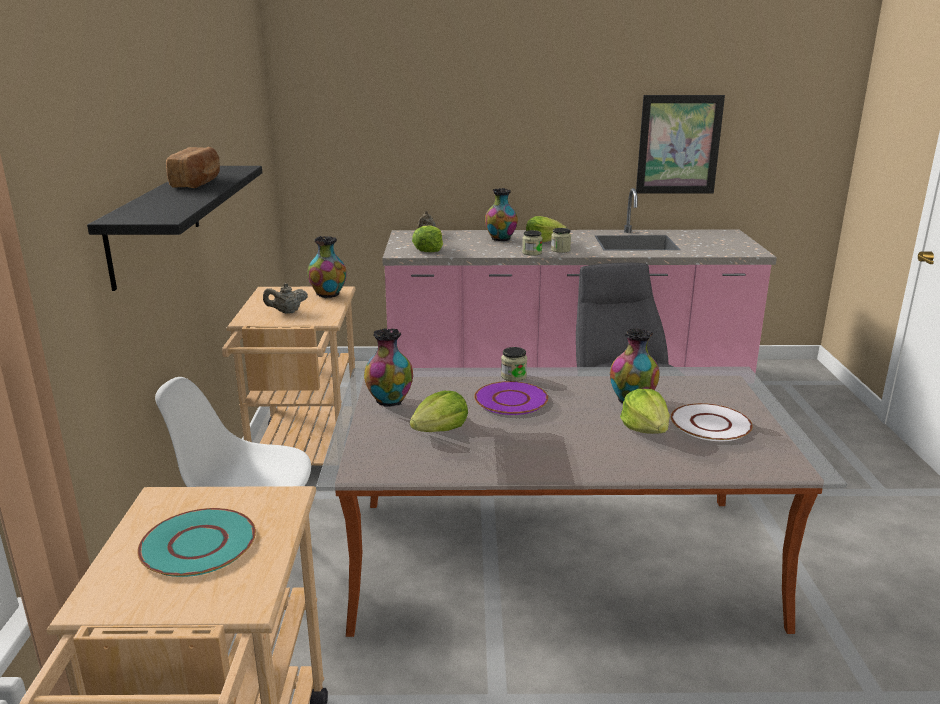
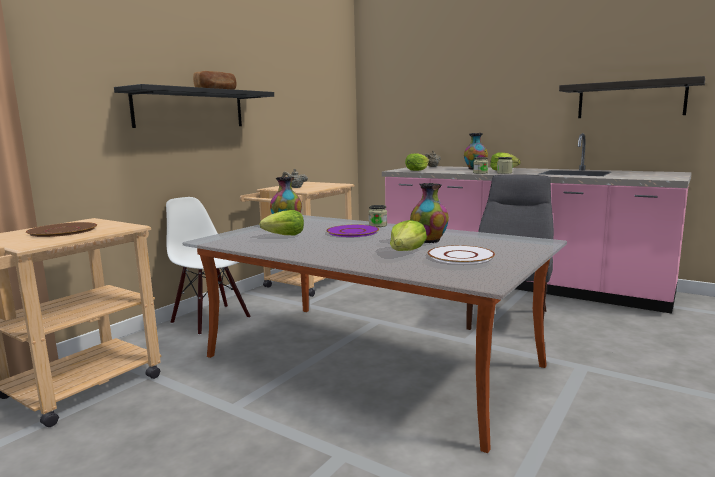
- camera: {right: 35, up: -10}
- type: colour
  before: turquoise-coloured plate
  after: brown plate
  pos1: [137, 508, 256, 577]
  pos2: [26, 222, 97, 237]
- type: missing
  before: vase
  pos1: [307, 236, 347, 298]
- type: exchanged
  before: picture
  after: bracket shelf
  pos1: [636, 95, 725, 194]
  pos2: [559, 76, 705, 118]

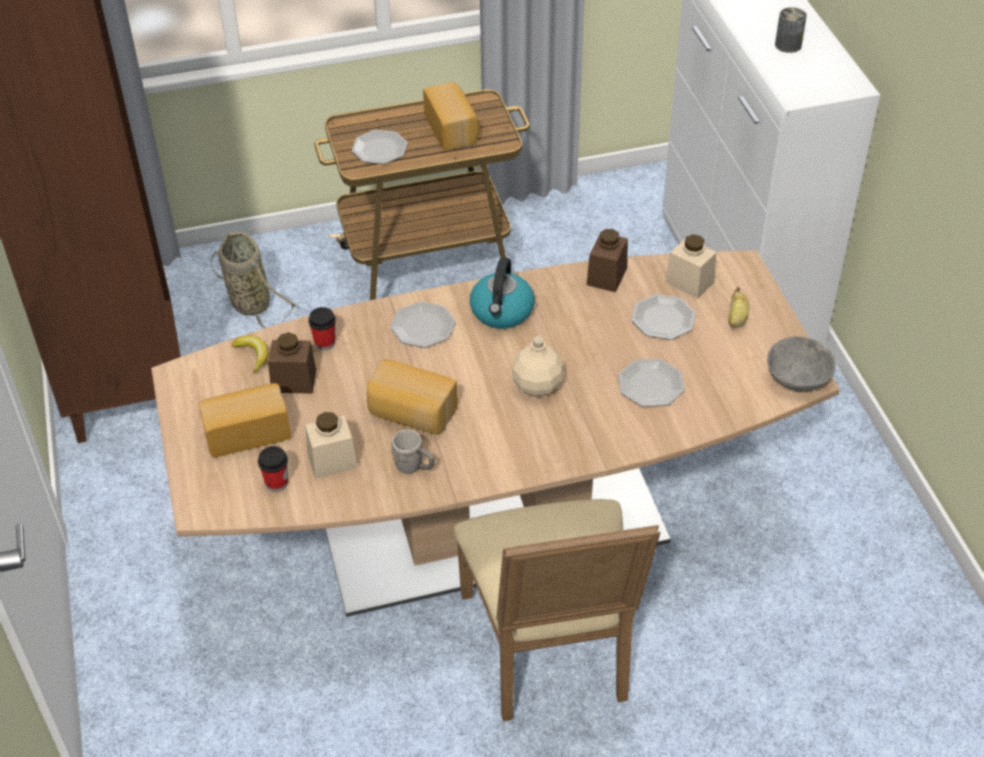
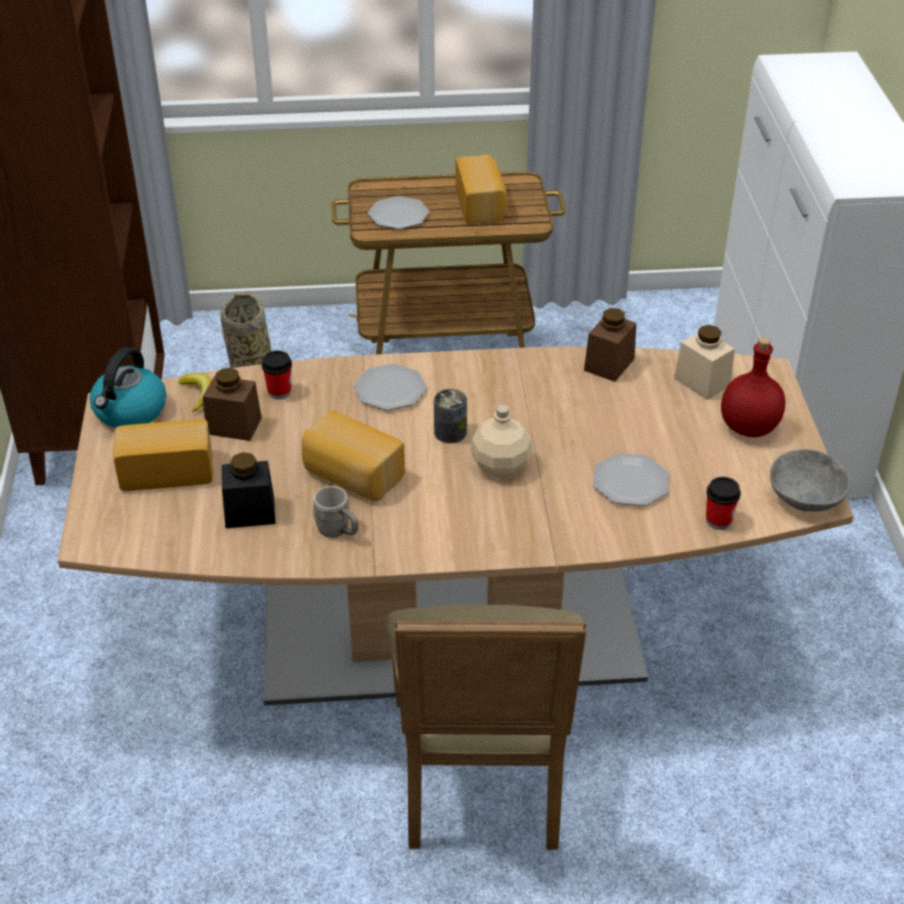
- camera: {right: 10, up: -5}
- type: relocated
  before: cup
  pos1: [258, 446, 288, 492]
  pos2: [706, 477, 741, 530]
- type: colour
  before: beige preserve jar
  after: blackish preserve jar
  pos1: [305, 412, 358, 479]
  pos2: [222, 452, 276, 528]
- type: relocated
  before: water kettle
  pos1: [470, 257, 535, 329]
  pos2: [90, 347, 166, 428]
- type: missing
  before: plate
  pos1: [631, 294, 696, 340]
- type: exchanged
  before: banana
  after: red beverage bottle
  pos1: [728, 287, 749, 328]
  pos2: [721, 337, 785, 437]
- type: relocated
  before: sealed can
  pos1: [775, 7, 807, 53]
  pos2: [434, 389, 467, 443]

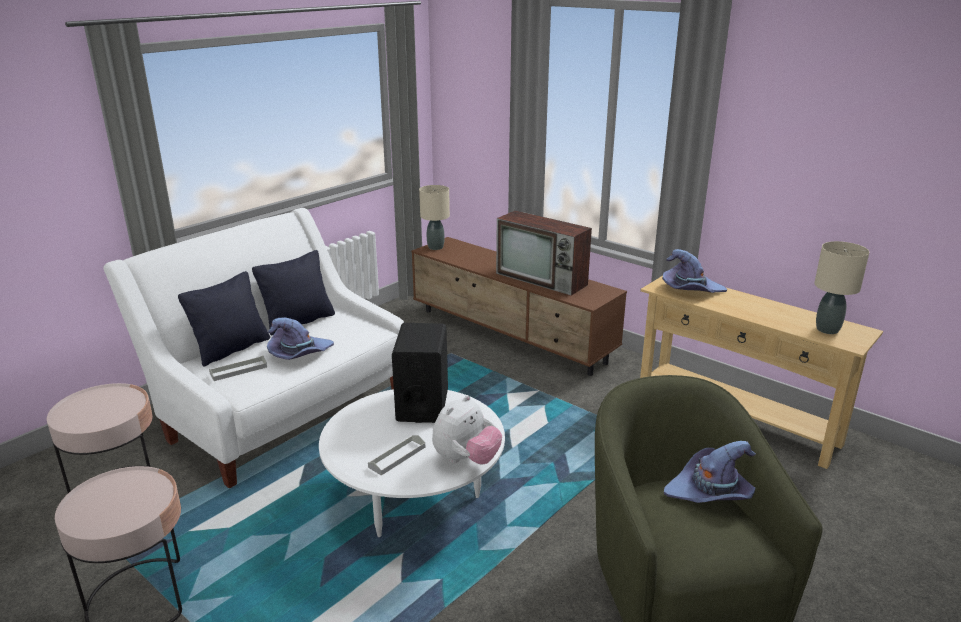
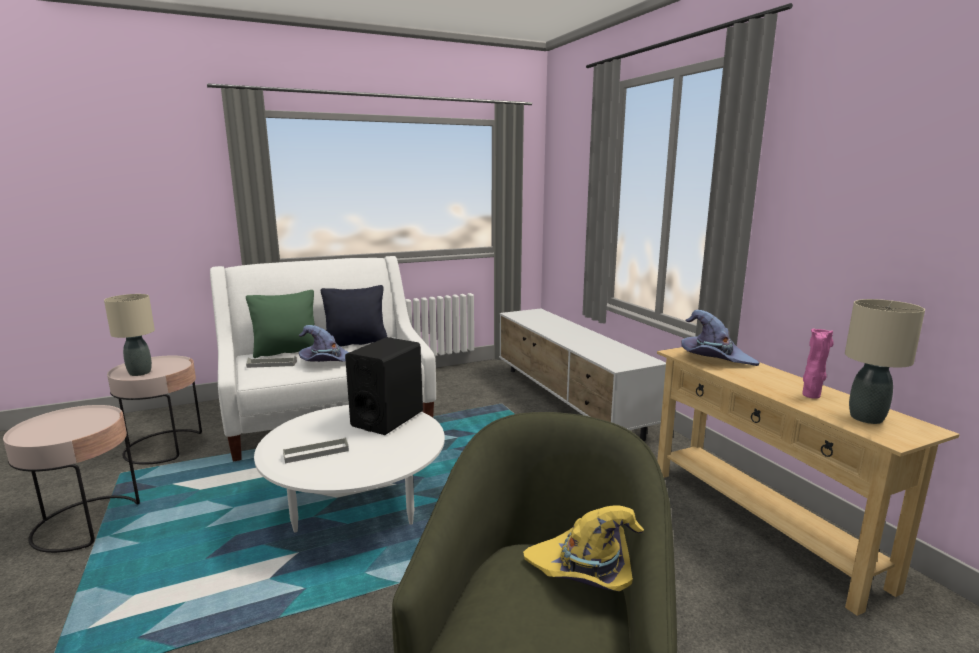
- camera: {right: 25, up: -10}
- type: colour
  before: blackish cushion
  after: green cushion
  pos1: [178, 271, 270, 367]
  pos2: [246, 290, 315, 358]
- type: colour
  before: brown tv unit
  after: whitish tv unit
  pos1: [411, 237, 627, 376]
  pos2: [499, 309, 666, 441]
- type: relocated
  before: beige tabletop lamp
  pos1: [419, 185, 450, 250]
  pos2: [104, 294, 155, 376]
- type: missing
  before: plush toy
  pos1: [432, 395, 502, 464]
- type: missing
  before: television
  pos1: [496, 210, 592, 296]
- type: colour
  before: purple-coloured wearable hat
  after: yellow wearable hat
  pos1: [664, 441, 756, 503]
  pos2: [523, 506, 644, 591]
- type: appeared
  after: pink-coloured vase
  pos2: [802, 329, 834, 399]

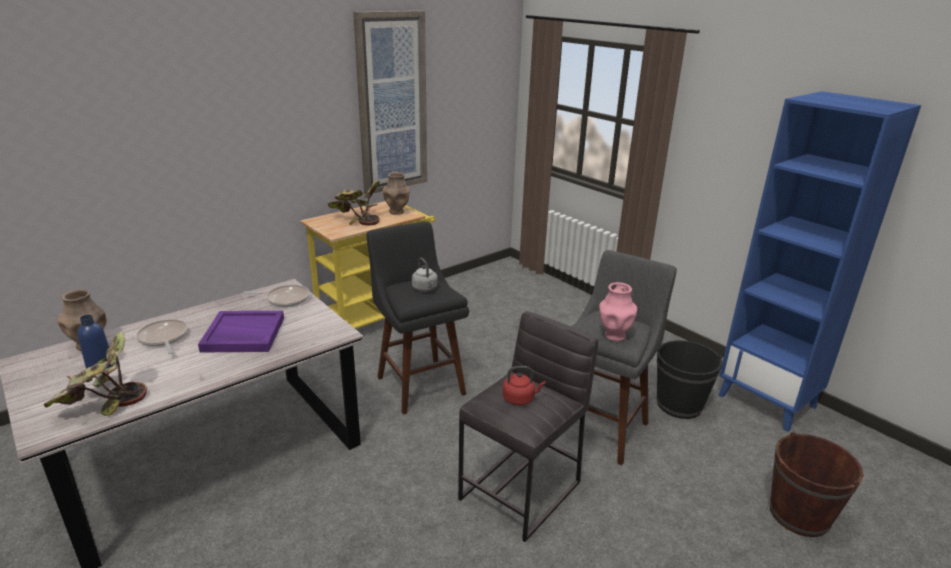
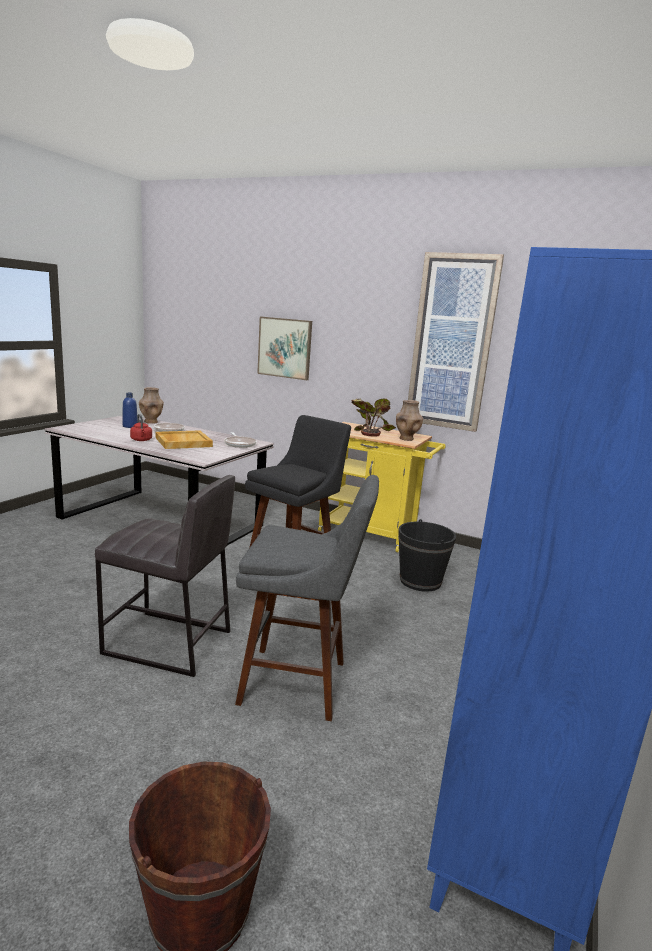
- camera: {right: 65, up: -10}
- type: missing
  before: houseplant
  pos1: [44, 331, 147, 416]
- type: colour
  before: purple-coloured tray
  after: beige tray
  pos1: [198, 311, 284, 353]
  pos2: [156, 430, 213, 449]
- type: missing
  before: gray water kettle
  pos1: [412, 258, 437, 291]
- type: relocated
  before: red water kettle
  pos1: [502, 366, 546, 405]
  pos2: [130, 414, 152, 441]
- type: missing
  before: pink-coloured vase
  pos1: [599, 282, 637, 341]
- type: relocated
  before: blackish bucket
  pos1: [657, 340, 722, 419]
  pos2: [398, 519, 456, 592]
- type: appeared
  after: picture
  pos2: [257, 317, 312, 380]

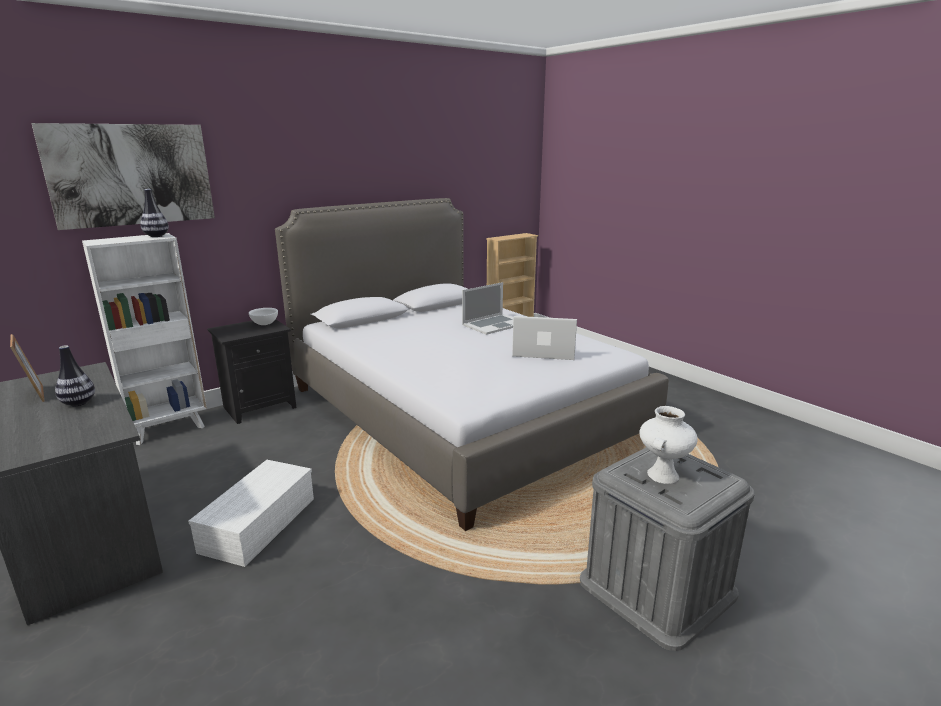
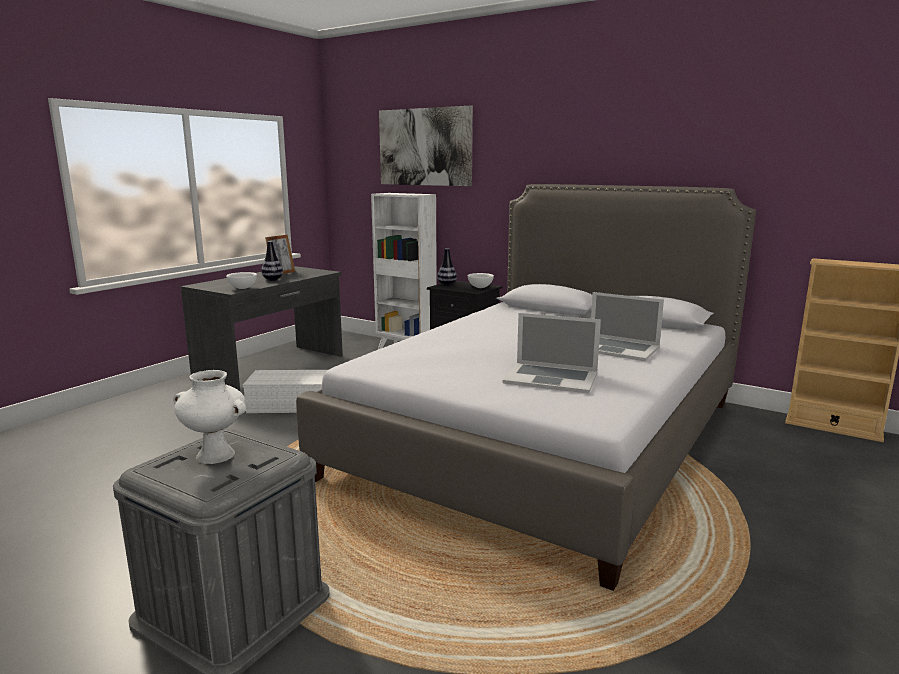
- camera: {right: 70, up: -5}
- type: relocated
  before: vase
  pos1: [140, 189, 169, 237]
  pos2: [437, 248, 457, 286]
- type: spun
  before: laptop
  pos1: [512, 316, 577, 360]
  pos2: [502, 313, 601, 394]
  turn: 120
- type: appeared
  after: whitish serving bowl
  pos2: [226, 272, 257, 289]

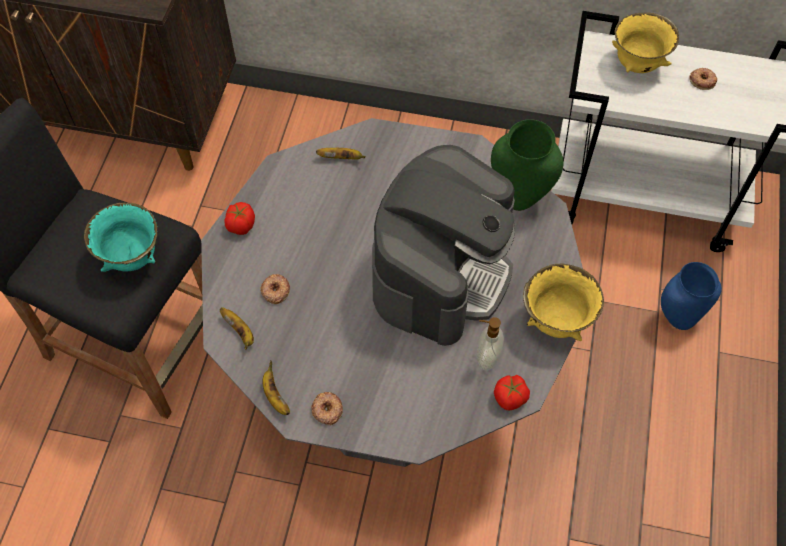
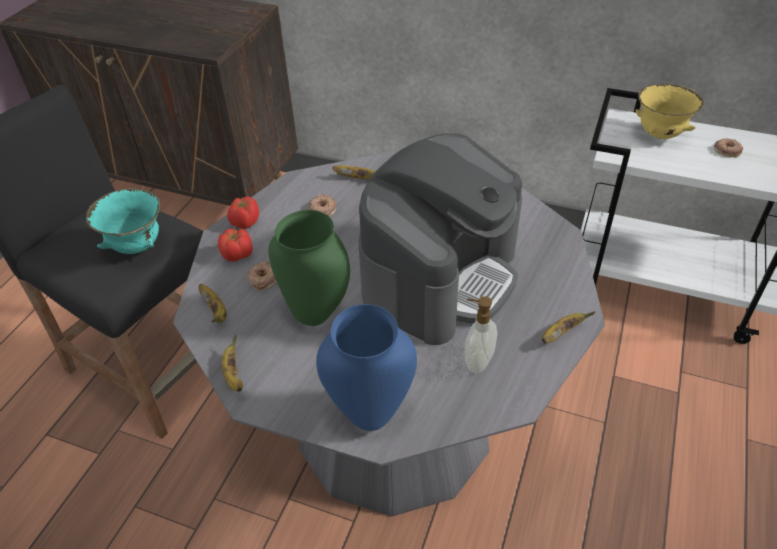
- camera: {right: 10, up: -15}
- type: relocated
  before: doughnut
  pos1: [311, 392, 343, 425]
  pos2: [308, 194, 336, 217]
- type: relocated
  before: green vase
  pos1: [491, 119, 564, 211]
  pos2: [268, 210, 350, 326]
- type: relocated
  before: fresh tomato
  pos1: [494, 375, 530, 410]
  pos2: [218, 228, 253, 262]
- type: exchanged
  before: yellow serving bowl
  after: banana
  pos1: [523, 264, 604, 341]
  pos2: [542, 311, 595, 343]
- type: relocated
  before: blue-coloured vase
  pos1: [661, 262, 722, 330]
  pos2: [316, 304, 417, 431]

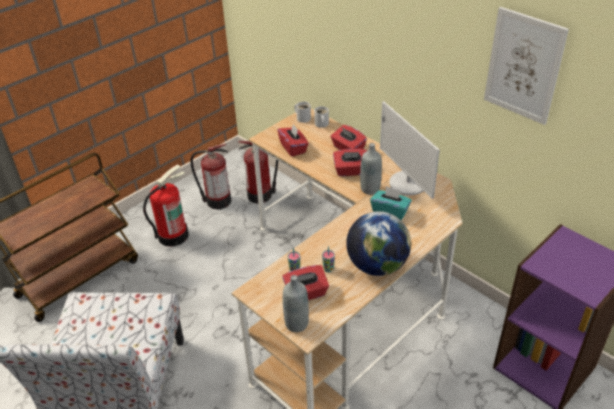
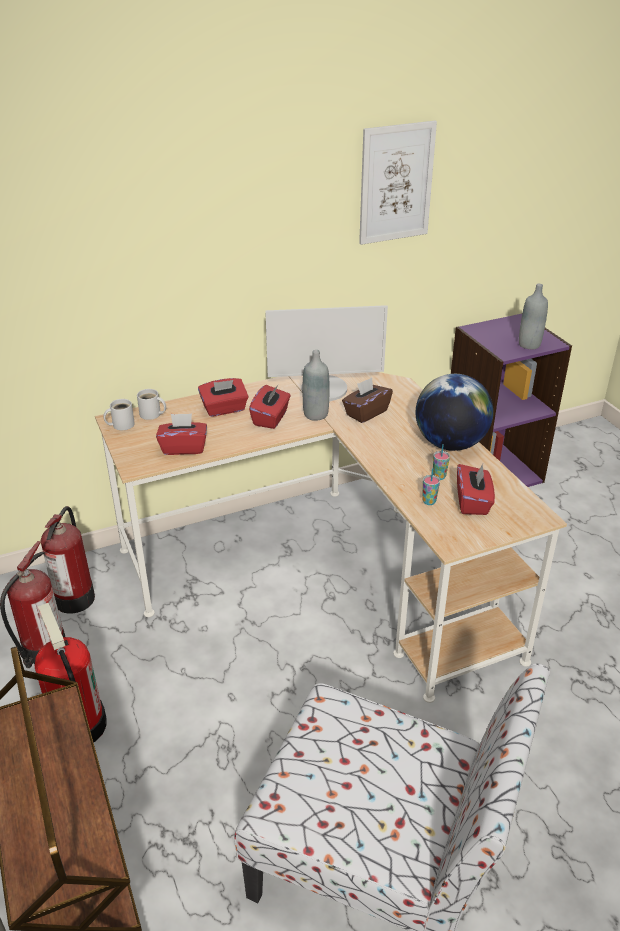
- camera: {right: -70, up: -5}
- type: relocated
  before: gray beverage bottle
  pos1: [283, 275, 309, 332]
  pos2: [519, 284, 548, 349]
- type: colour
  before: turquoise-coloured box of tissues
  after: brown box of tissues
  pos1: [370, 186, 412, 220]
  pos2: [342, 378, 393, 423]

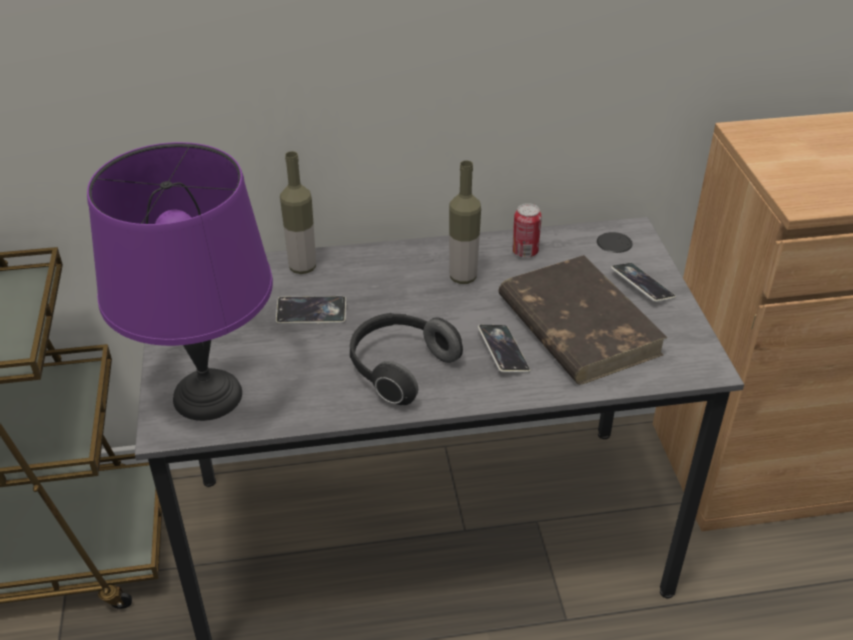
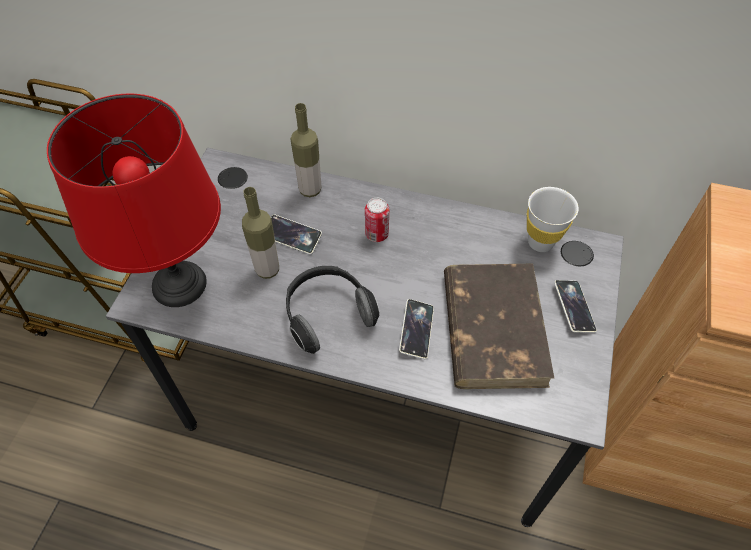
- camera: {right: 25, up: 15}
- type: colour
  before: purple-coloured tabletop lamp
  after: red tabletop lamp
  pos1: [87, 142, 273, 421]
  pos2: [47, 94, 221, 307]
- type: relocated
  before: beverage bottle
  pos1: [449, 160, 481, 284]
  pos2: [242, 187, 279, 279]
- type: relocated
  before: sealed can
  pos1: [512, 203, 542, 257]
  pos2: [365, 198, 389, 242]
- type: appeared
  after: whitish cup
  pos2: [527, 187, 579, 252]

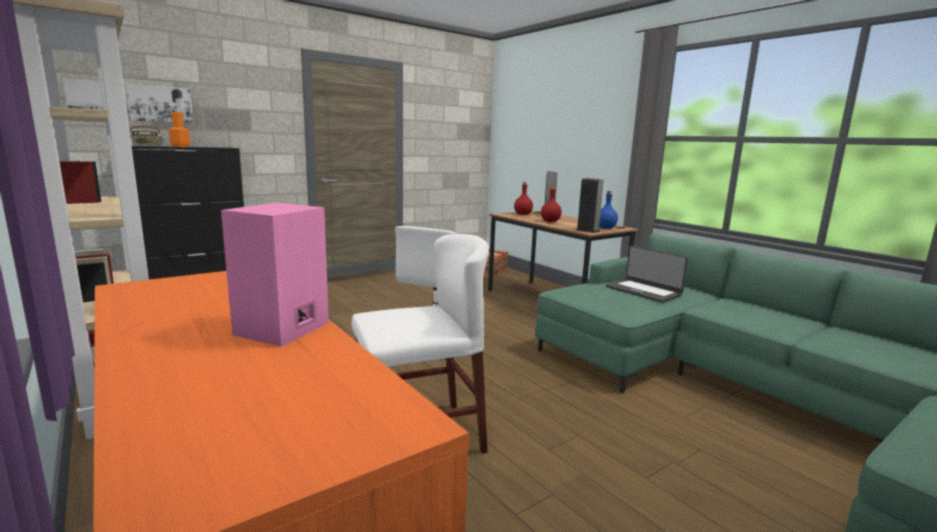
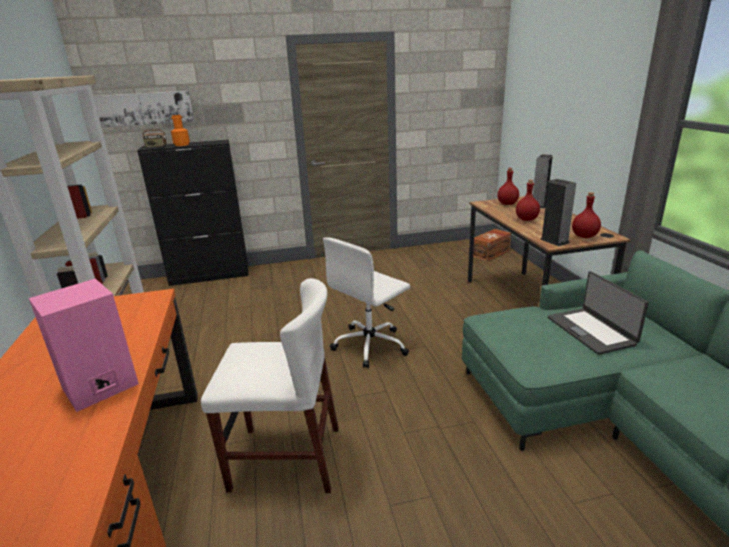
- camera: {right: 25, up: 10}
- type: colour
  before: blue-coloured beverage bottle
  after: red beverage bottle
  pos1: [599, 191, 618, 229]
  pos2: [572, 192, 601, 238]

